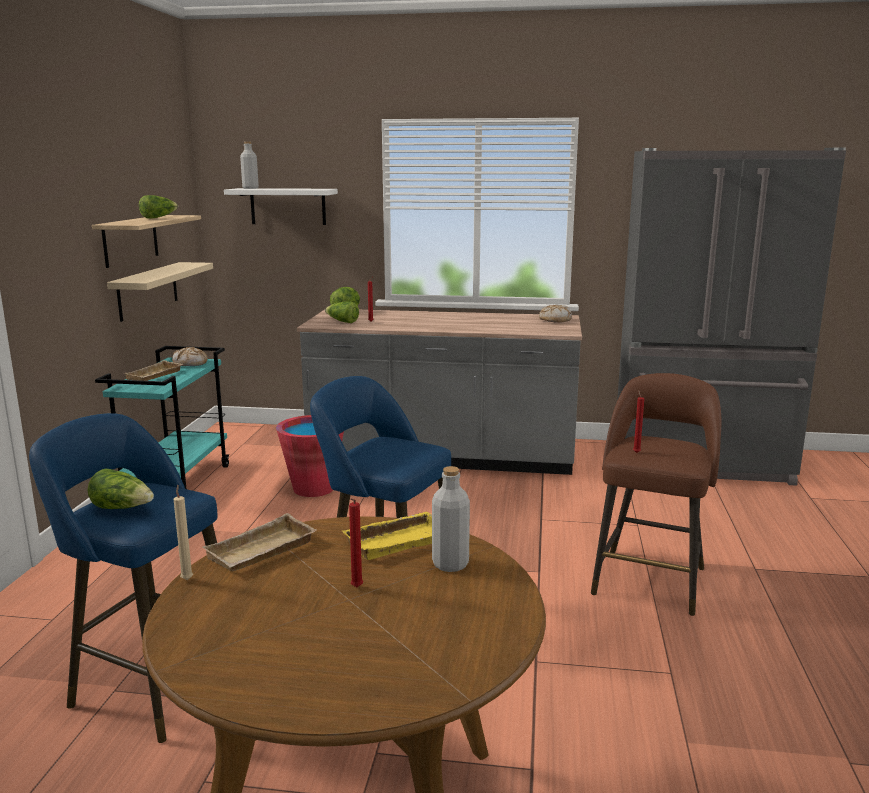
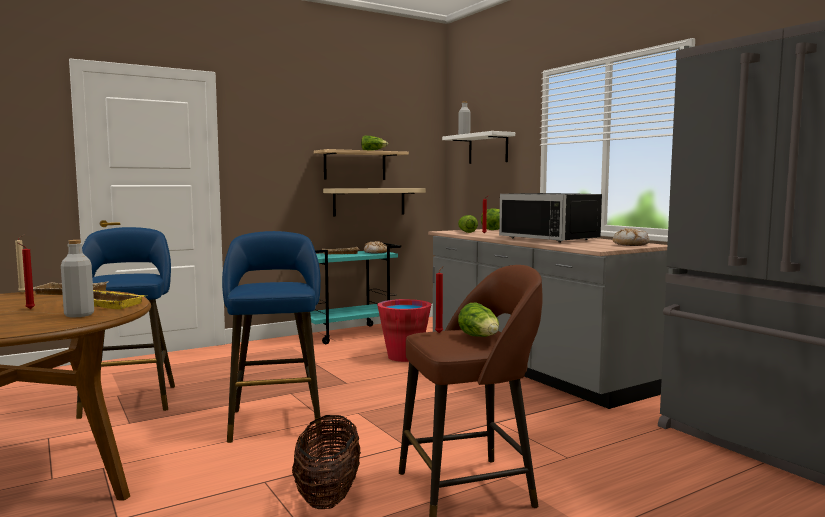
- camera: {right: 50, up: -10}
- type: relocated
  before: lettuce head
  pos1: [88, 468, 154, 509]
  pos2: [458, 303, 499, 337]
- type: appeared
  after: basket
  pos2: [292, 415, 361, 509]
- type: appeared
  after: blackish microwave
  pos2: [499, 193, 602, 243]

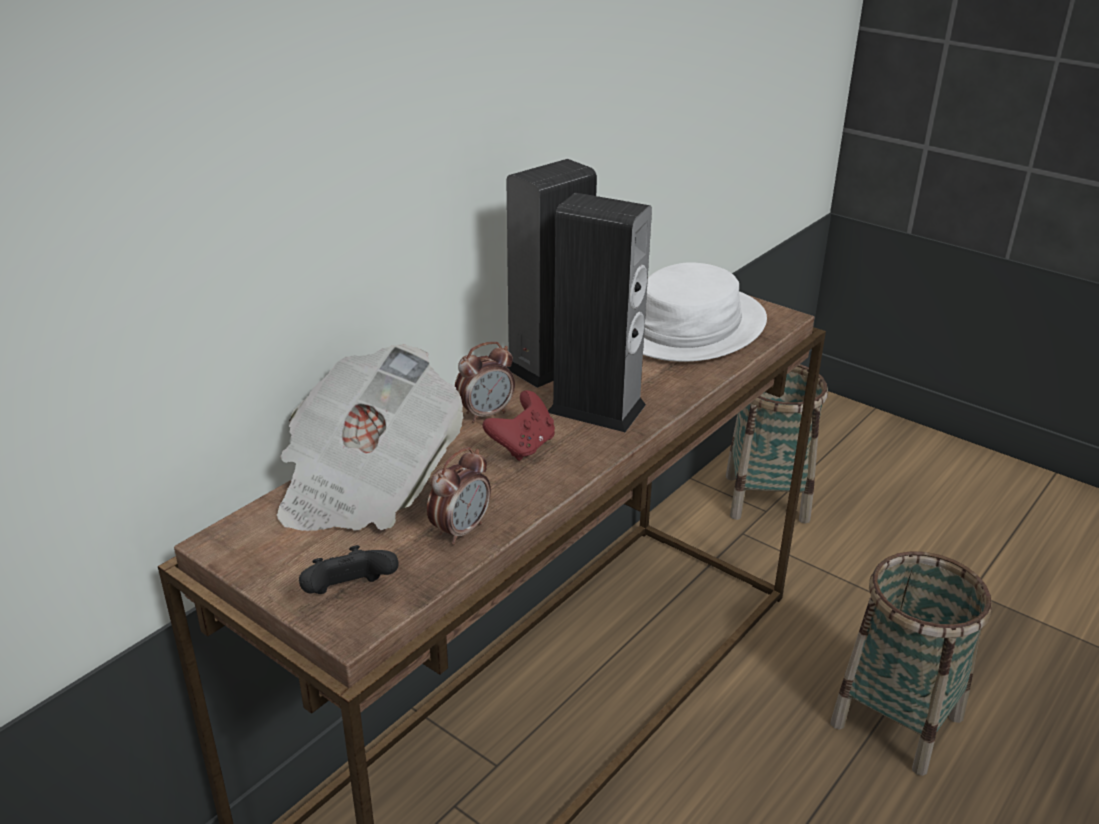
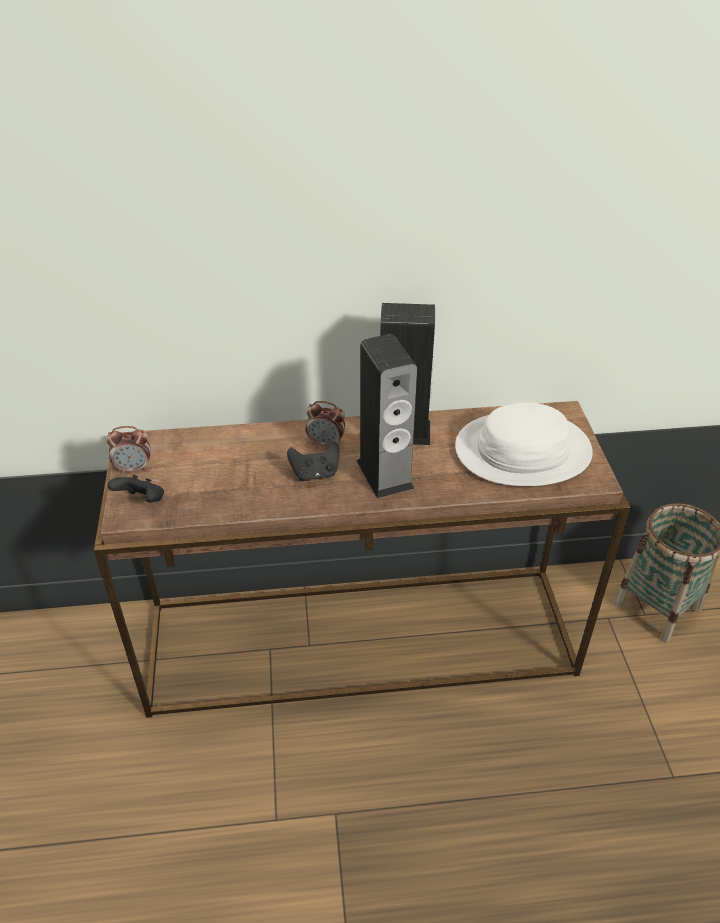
- camera: {right: 45, up: 10}
- type: missing
  before: printed paper
  pos1: [277, 344, 464, 531]
- type: relocated
  before: table clock
  pos1: [427, 447, 491, 545]
  pos2: [107, 426, 150, 473]
- type: colour
  before: red gamepad
  after: blackish gamepad
  pos1: [483, 390, 555, 461]
  pos2: [287, 441, 339, 481]
- type: missing
  before: basket
  pos1: [830, 551, 992, 776]

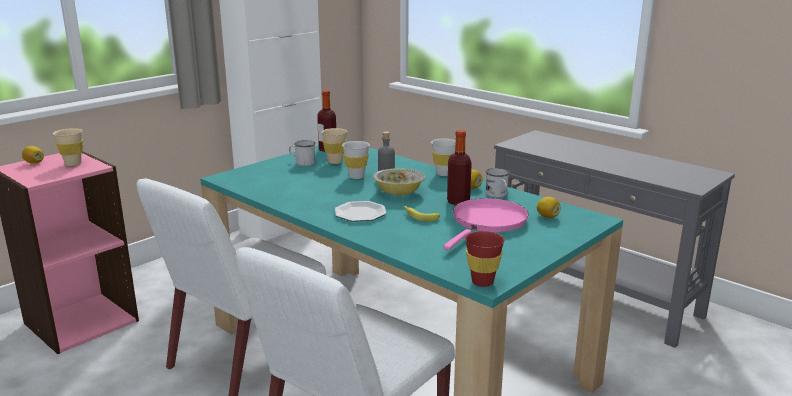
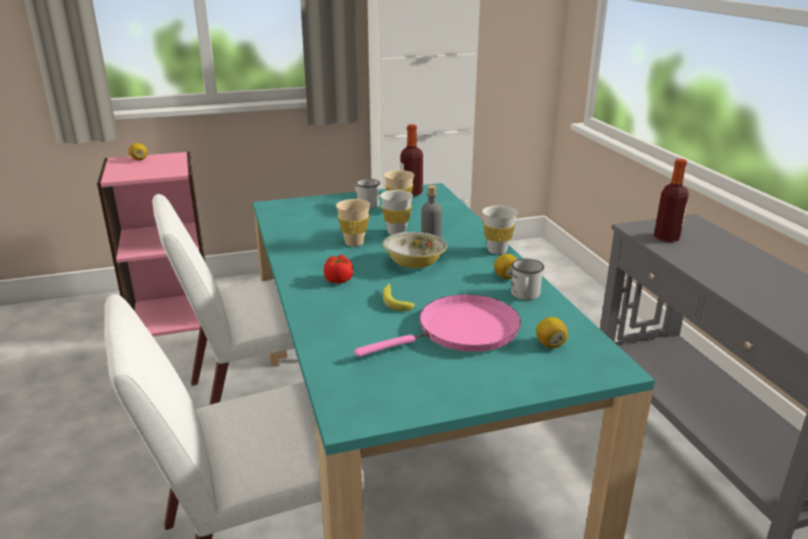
- camera: {right: 30, up: 5}
- type: relocated
  before: beige cup
  pos1: [53, 128, 83, 166]
  pos2: [336, 199, 370, 247]
- type: exchanged
  before: plate
  after: fresh tomato
  pos1: [335, 201, 386, 222]
  pos2: [324, 255, 353, 284]
- type: relocated
  before: beverage bottle
  pos1: [447, 130, 472, 205]
  pos2: [654, 159, 689, 242]
- type: missing
  before: red cup
  pos1: [465, 231, 505, 287]

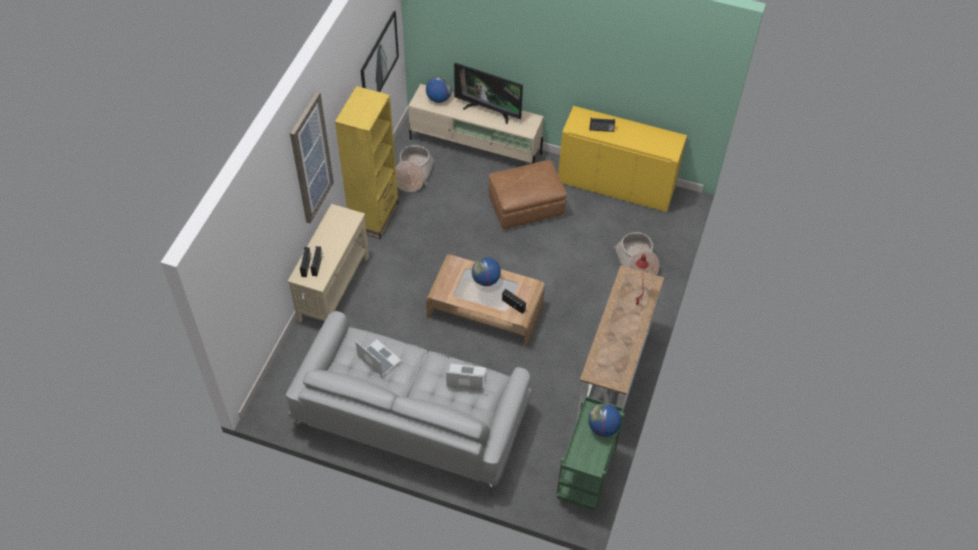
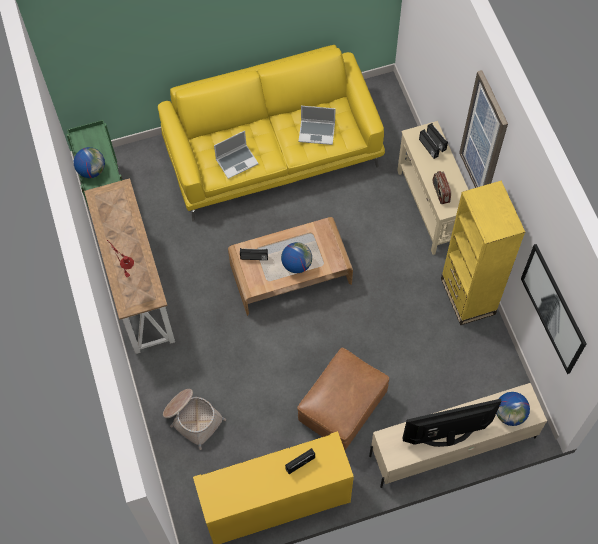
- camera: {right: 145, up: 10}
- type: colour
  before: gray couch
  after: yellow couch
  pos1: [286, 311, 532, 497]
  pos2: [158, 45, 385, 222]
- type: missing
  before: basket
  pos1: [396, 145, 435, 192]
- type: appeared
  after: radio receiver
  pos2: [433, 171, 451, 204]

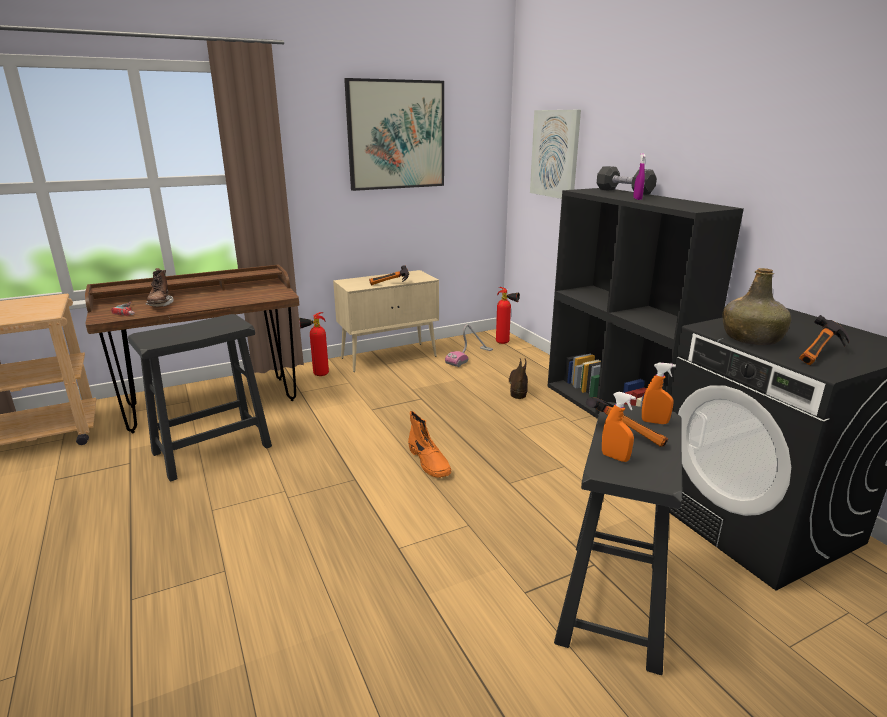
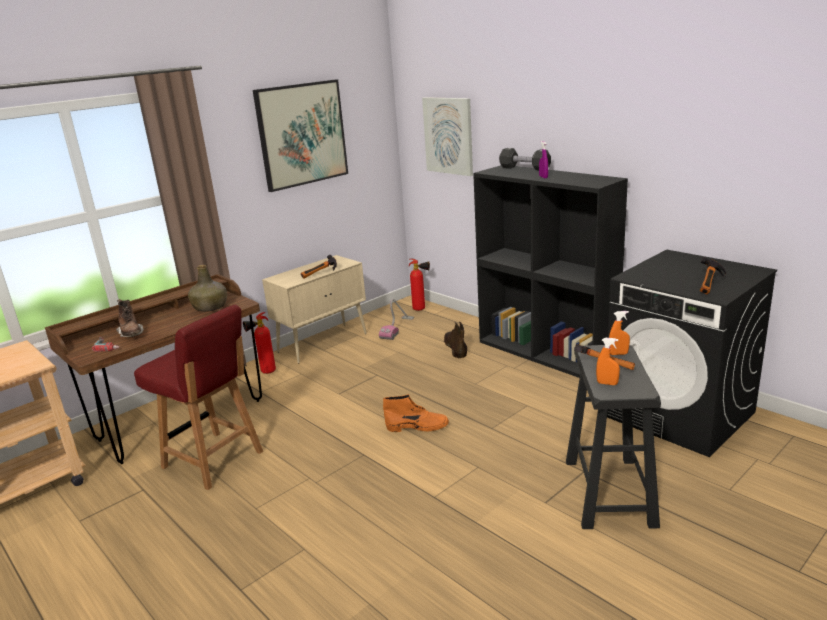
- camera: {right: -15, up: 0}
- type: exchanged
  before: blackish stool
  after: red upright chair
  pos1: [128, 314, 272, 481]
  pos2: [134, 305, 263, 490]
- type: spun
  before: orange tall boot
  pos1: [408, 411, 451, 478]
  pos2: [383, 394, 449, 432]
  turn: -45
- type: relocated
  before: green beverage bottle
  pos1: [723, 268, 791, 345]
  pos2: [188, 265, 227, 312]

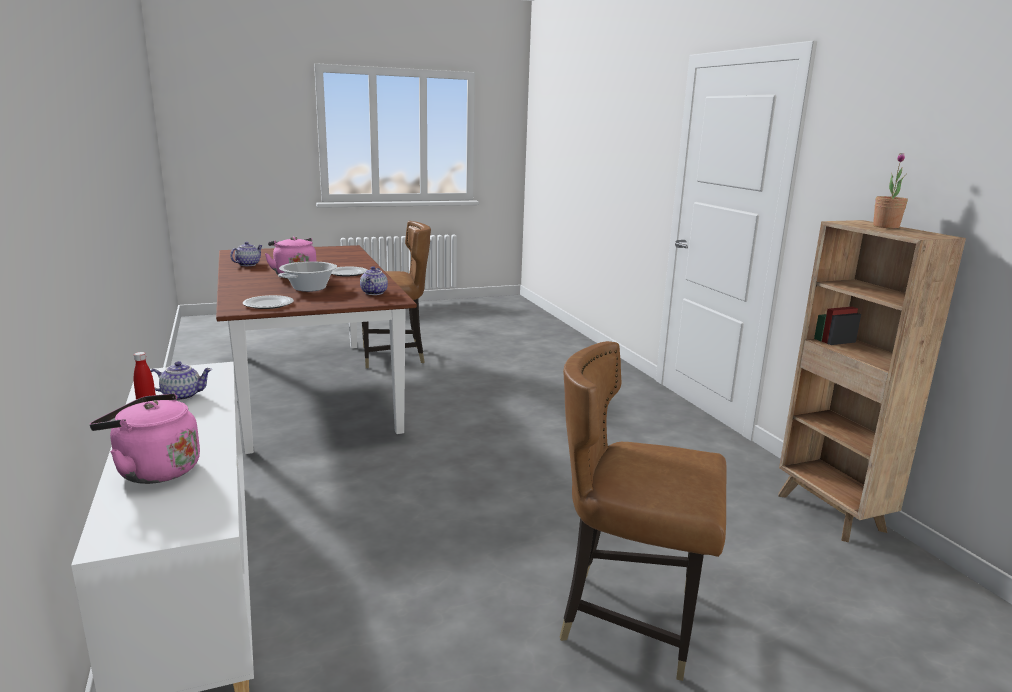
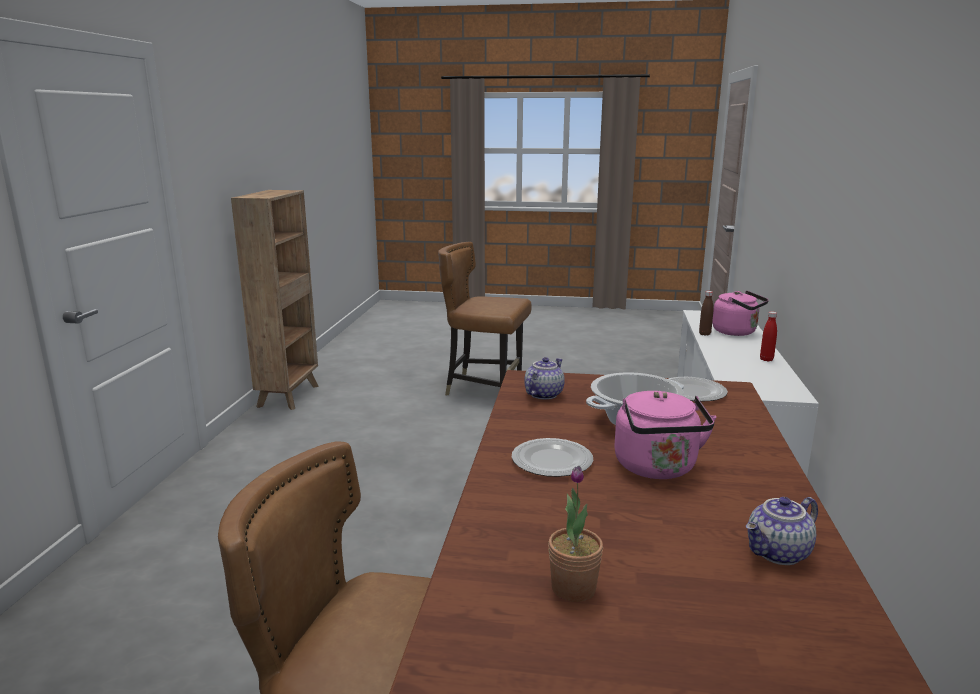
- camera: {right: -150, up: 0}
- type: missing
  before: tea pot
  pos1: [150, 361, 212, 401]
- type: spun
  before: brown upright chair
  pos1: [560, 341, 726, 681]
  pos2: [438, 242, 532, 395]
  turn: 150
- type: relocated
  before: houseplant
  pos1: [873, 153, 908, 228]
  pos2: [548, 466, 603, 602]
- type: appeared
  after: brown beverage bottle
  pos2: [699, 291, 713, 336]

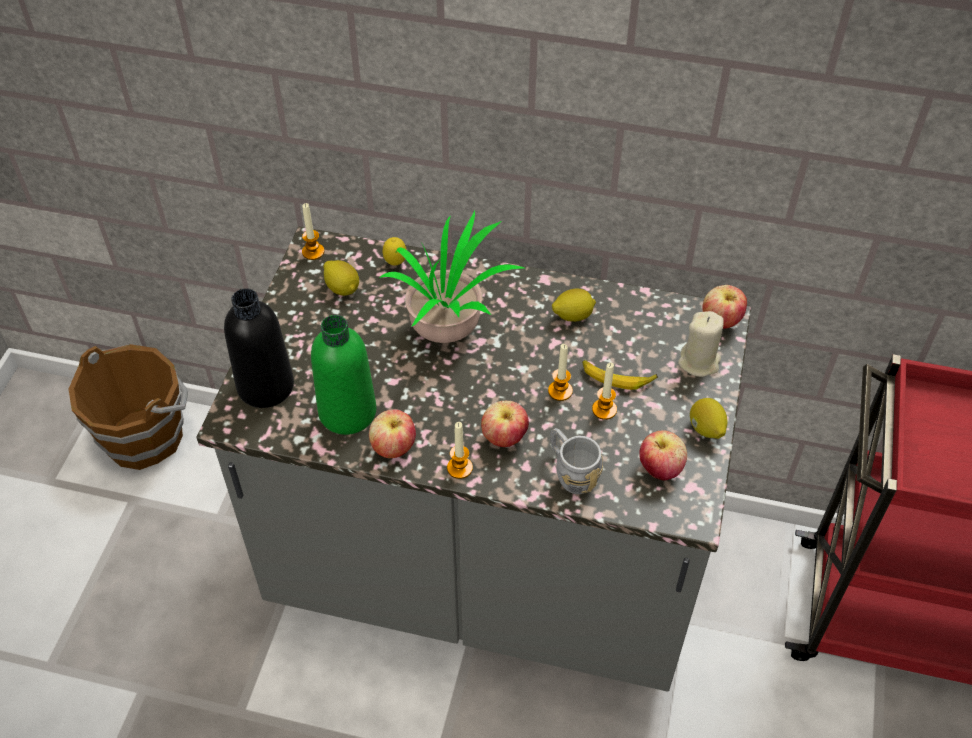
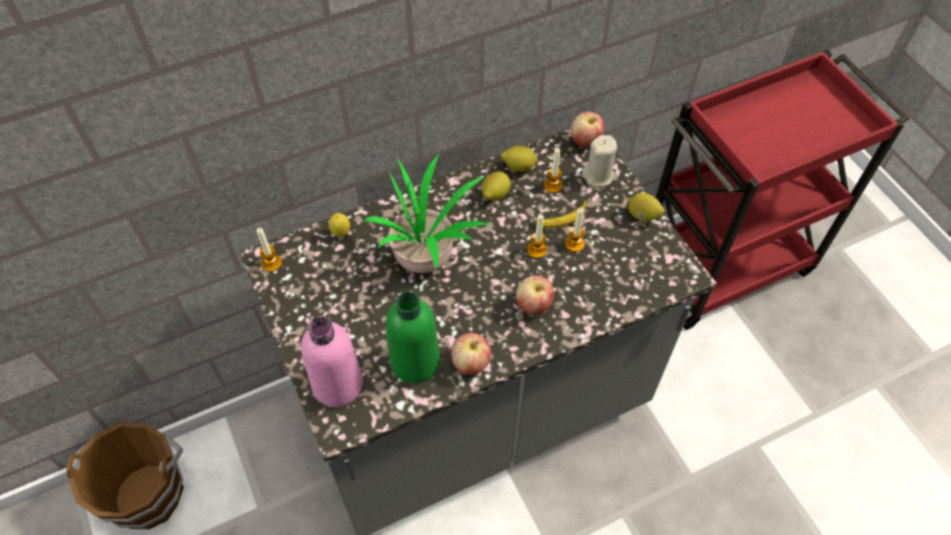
- camera: {right: -40, up: 5}
- type: colour
  before: blackish beverage bottle
  after: pink-coloured beverage bottle
  pos1: [224, 288, 294, 408]
  pos2: [301, 316, 363, 407]
- type: relocated
  before: lemon
  pos1: [323, 260, 359, 296]
  pos2: [502, 146, 538, 172]
- type: relocated
  before: candle
  pos1: [447, 422, 473, 479]
  pos2: [544, 147, 563, 193]
- type: missing
  before: gray coffee mug
  pos1: [550, 428, 603, 494]
- type: missing
  before: whole apple
  pos1: [639, 430, 687, 480]

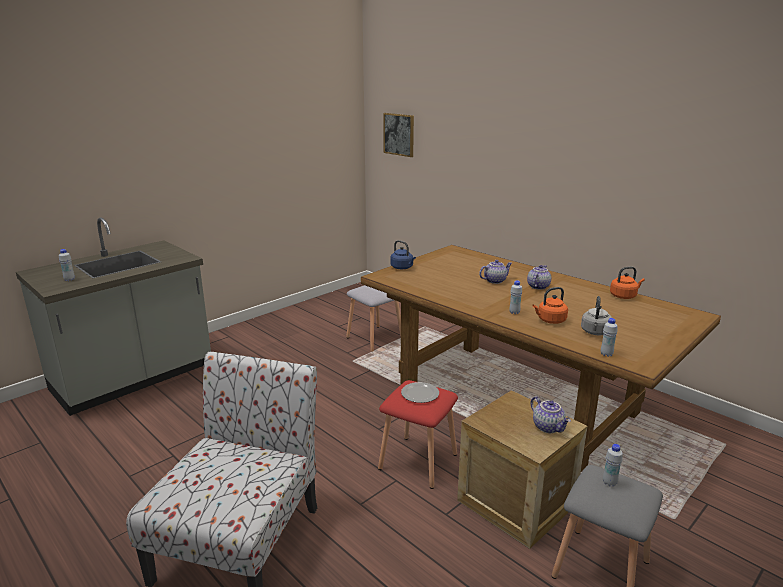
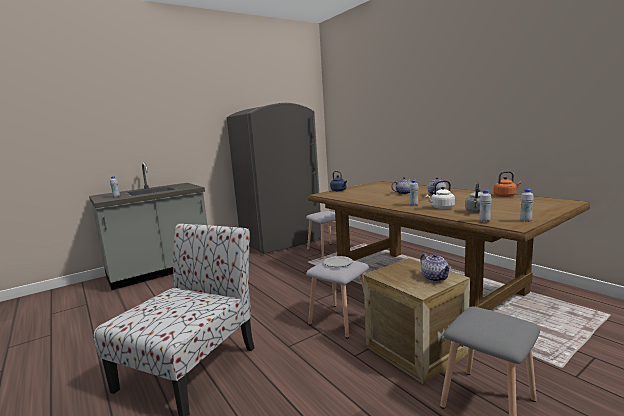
- camera: {right: 10, up: -10}
- type: colour
  before: red stool
  after: gray stool
  pos1: [378, 380, 458, 489]
  pos2: [306, 261, 369, 338]
- type: missing
  before: picture
  pos1: [383, 113, 414, 157]
- type: colour
  before: orange water kettle
  after: whitish water kettle
  pos1: [532, 287, 568, 324]
  pos2: [425, 180, 455, 209]
- type: relocated
  before: whitish beverage bottle
  pos1: [603, 444, 623, 487]
  pos2: [520, 188, 534, 222]
- type: appeared
  after: gray kitchen fridge
  pos2: [227, 103, 321, 253]

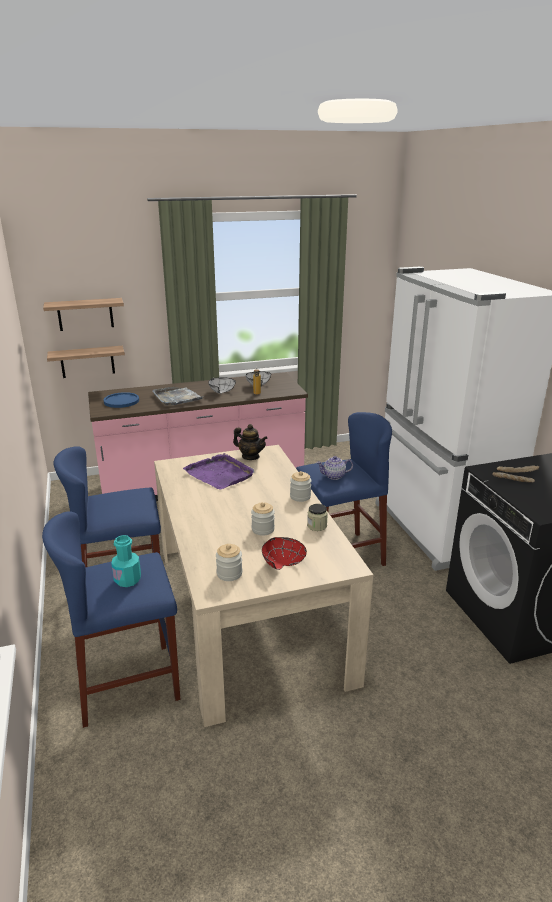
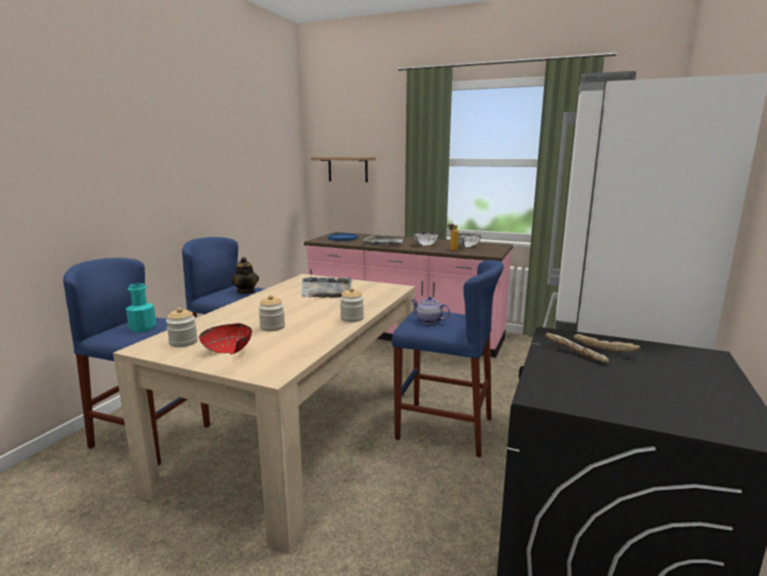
- camera: {right: 40, up: -10}
- type: missing
  before: bracket shelf
  pos1: [47, 346, 125, 378]
- type: colour
  before: purple-coloured tray
  after: gray tray
  pos1: [183, 453, 254, 490]
  pos2: [302, 277, 352, 298]
- type: relocated
  before: tea pot
  pos1: [233, 424, 268, 460]
  pos2: [231, 257, 259, 294]
- type: missing
  before: preserve jar
  pos1: [307, 504, 328, 531]

